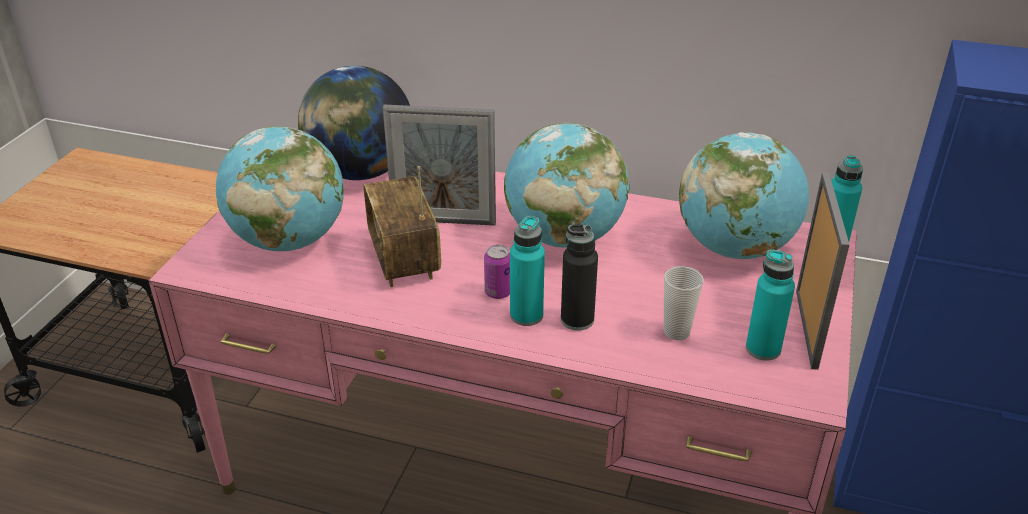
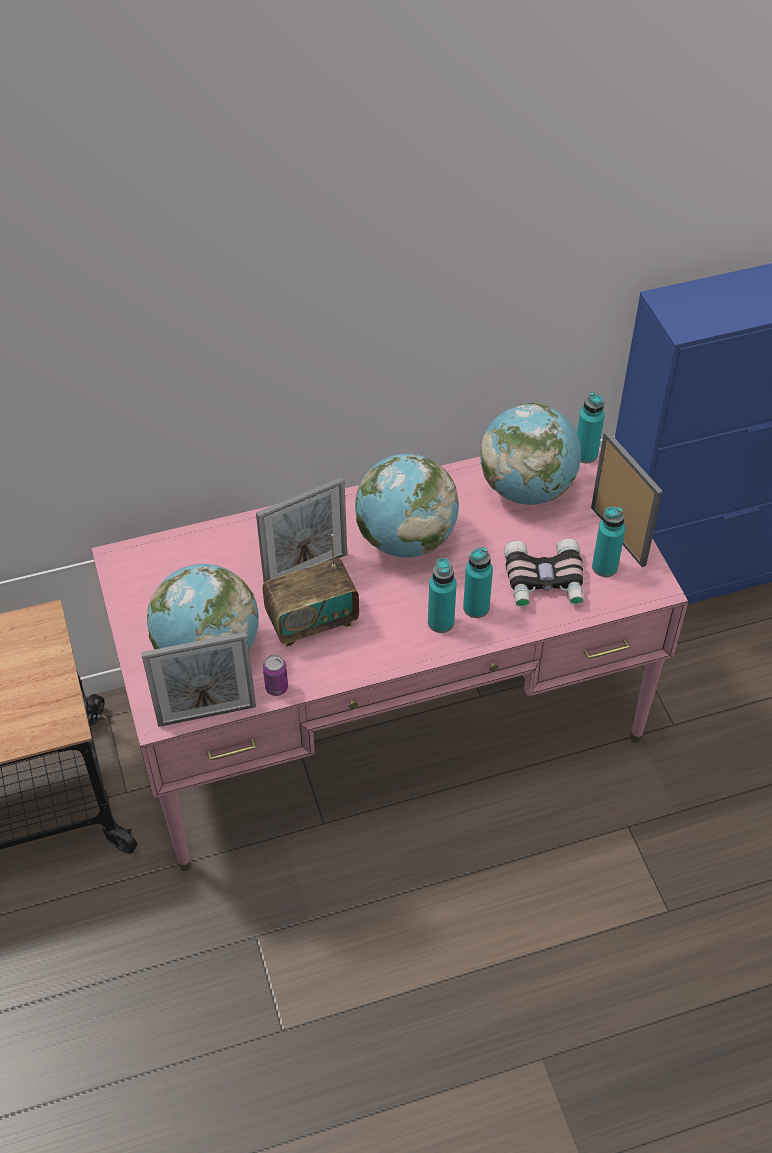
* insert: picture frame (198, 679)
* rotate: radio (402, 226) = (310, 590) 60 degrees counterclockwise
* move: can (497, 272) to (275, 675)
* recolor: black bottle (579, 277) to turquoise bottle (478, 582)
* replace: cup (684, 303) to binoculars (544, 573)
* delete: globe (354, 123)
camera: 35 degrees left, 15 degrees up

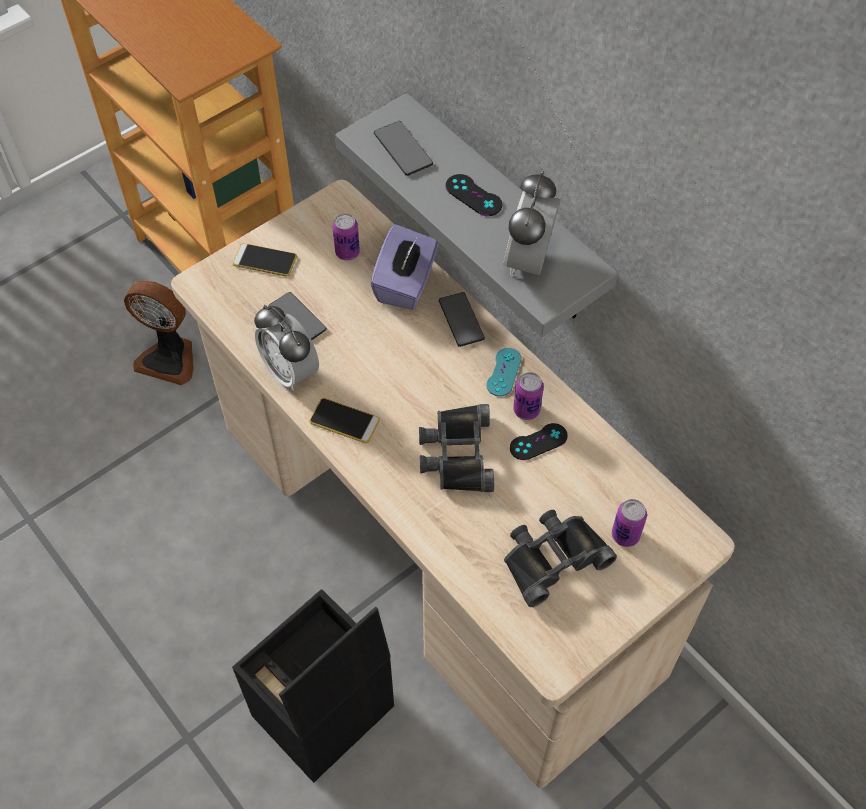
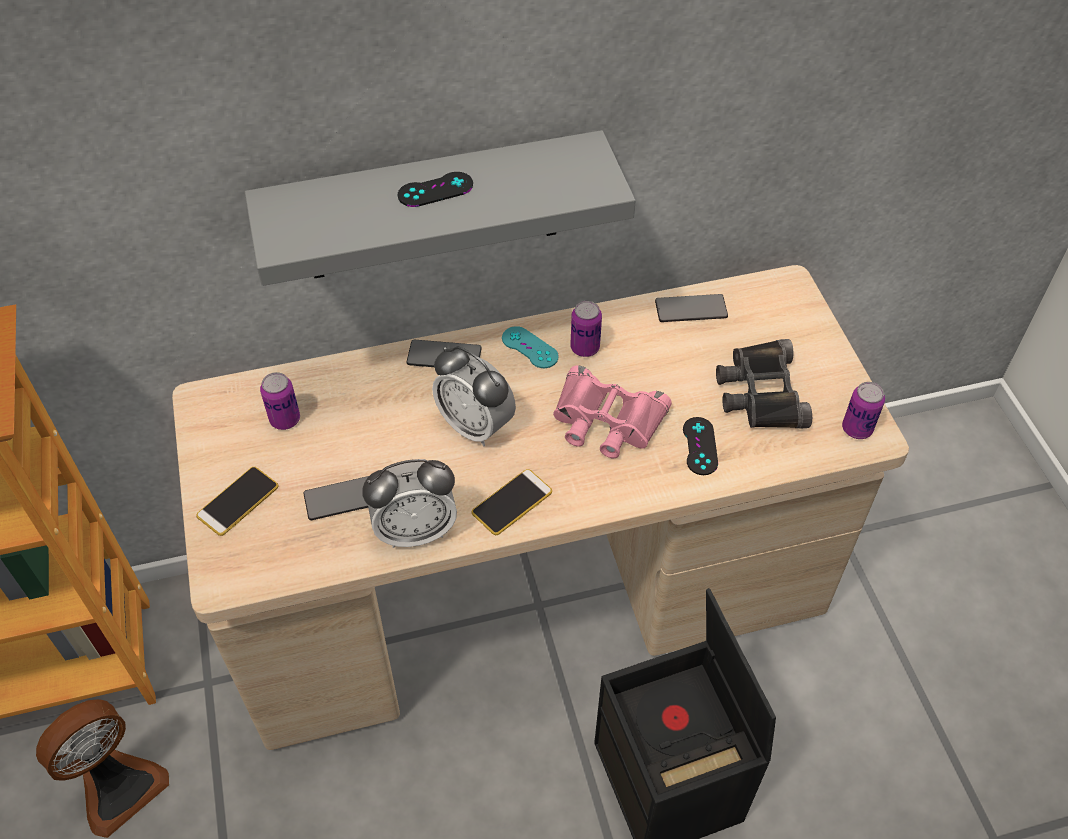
* move: alarm clock (531, 223) to (474, 396)
* recolor: black binoculars (456, 448) to pink binoculars (612, 411)
* move: phone (403, 148) to (691, 308)
* move: black game controller (539, 441) to (700, 446)
* move: can (629, 523) to (863, 410)
* delete: purple tissue box (404, 267)
camera: 65 degrees left, 5 degrees down

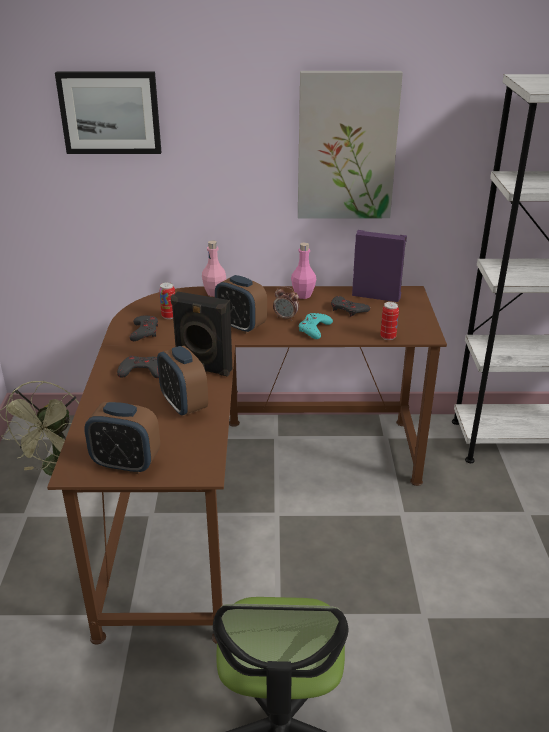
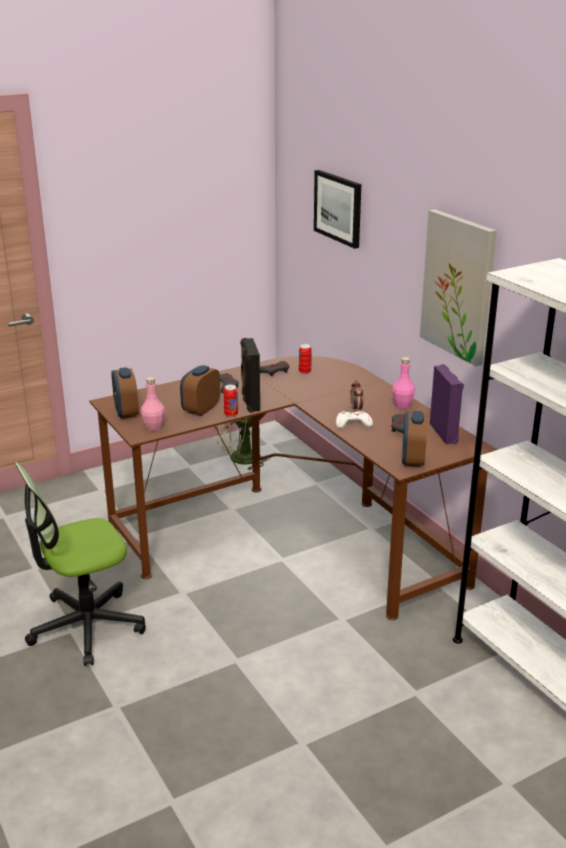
* move: pink bottle (214, 269) to (152, 404)
* move: can (389, 321) to (231, 401)
* recolor: turquoise game controller (316, 326) to white game controller (354, 419)
* move: alarm clock (241, 304) to (414, 439)
camera: 60 degrees right, 5 degrees down

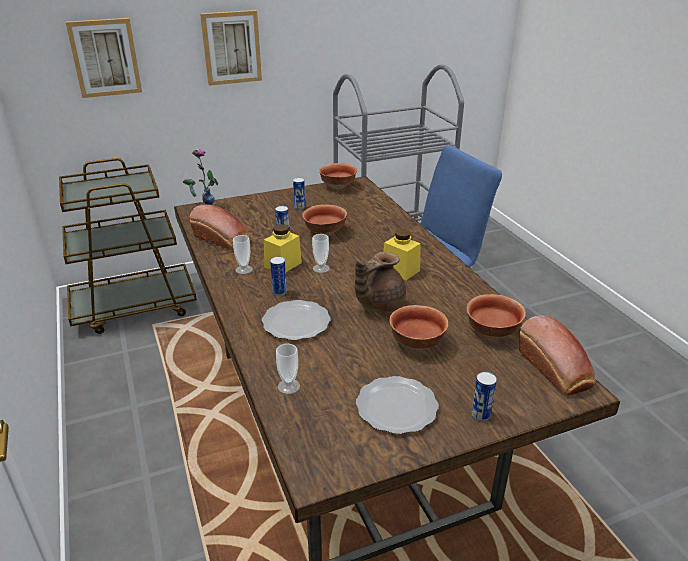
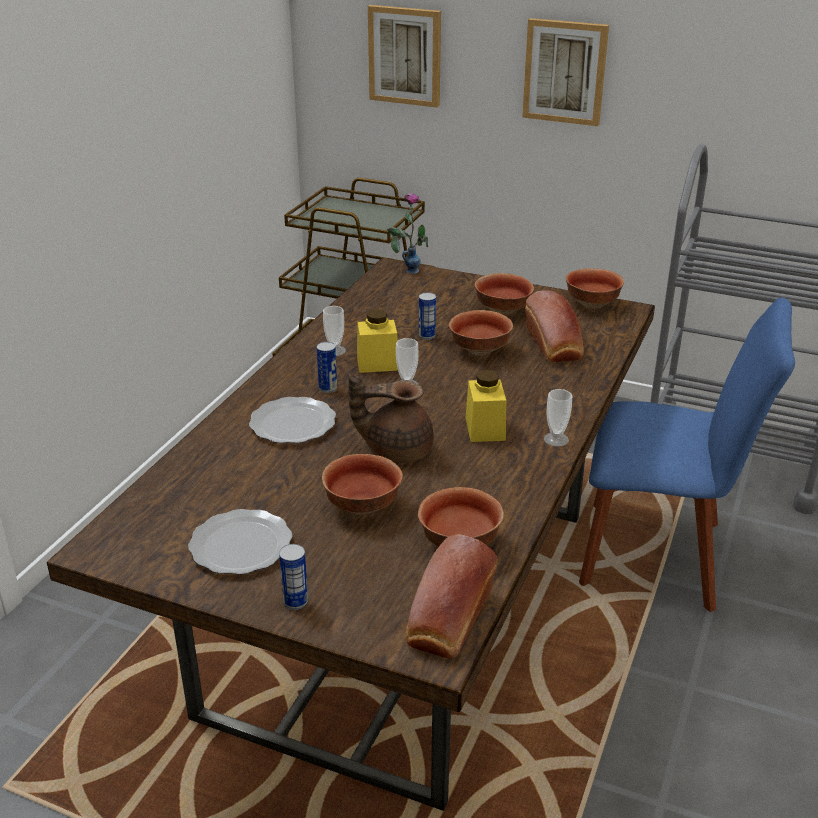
* replace: can (299, 193) to bowl (504, 294)
* move: bread (220, 227) to (554, 326)
* move: cup (288, 369) to (558, 418)
camera: 45 degrees right, 0 degrees up

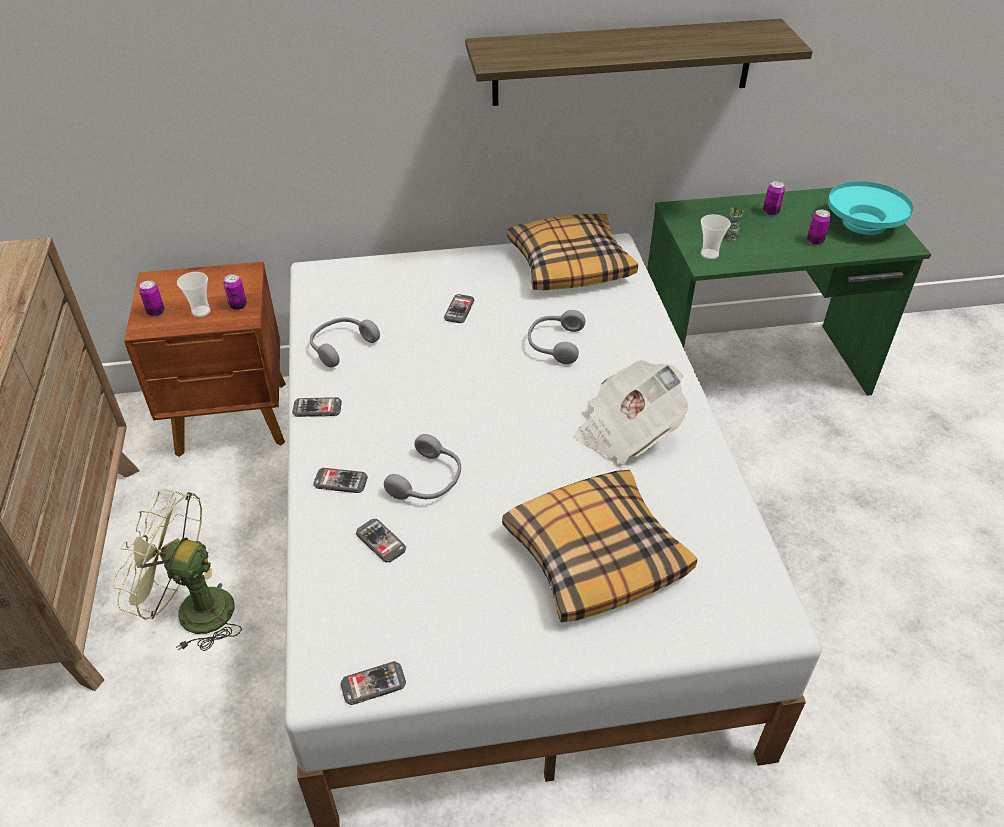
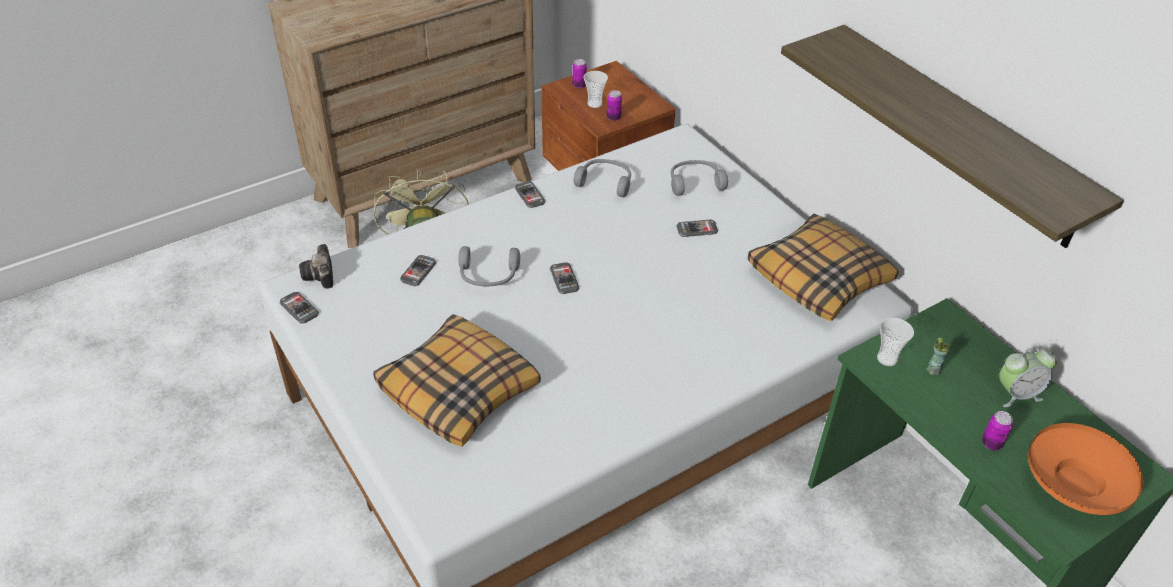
* insert: photo camera (316, 266)
* move: phone (340, 480) to (564, 278)
* move: grey headphones (556, 337) to (699, 178)
* replace: can (774, 198) to alarm clock (1028, 376)
* recolor: turquoise bowl (870, 208) to orange bowl (1085, 469)
* delete: newspaper (631, 412)
camera: 65 degrees right, 0 degrees up

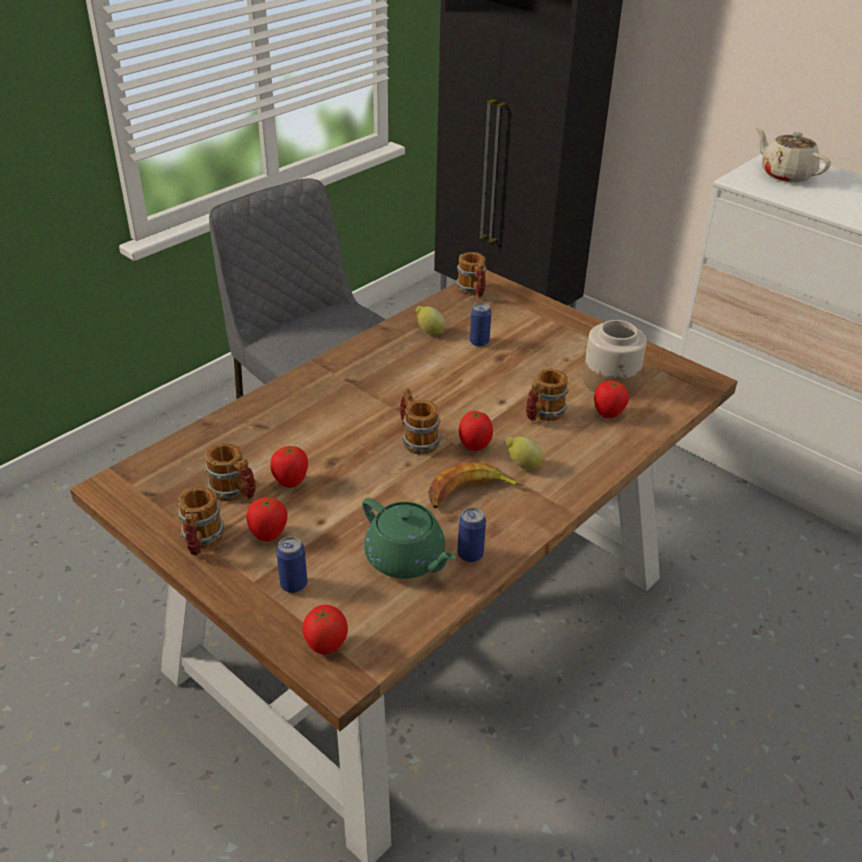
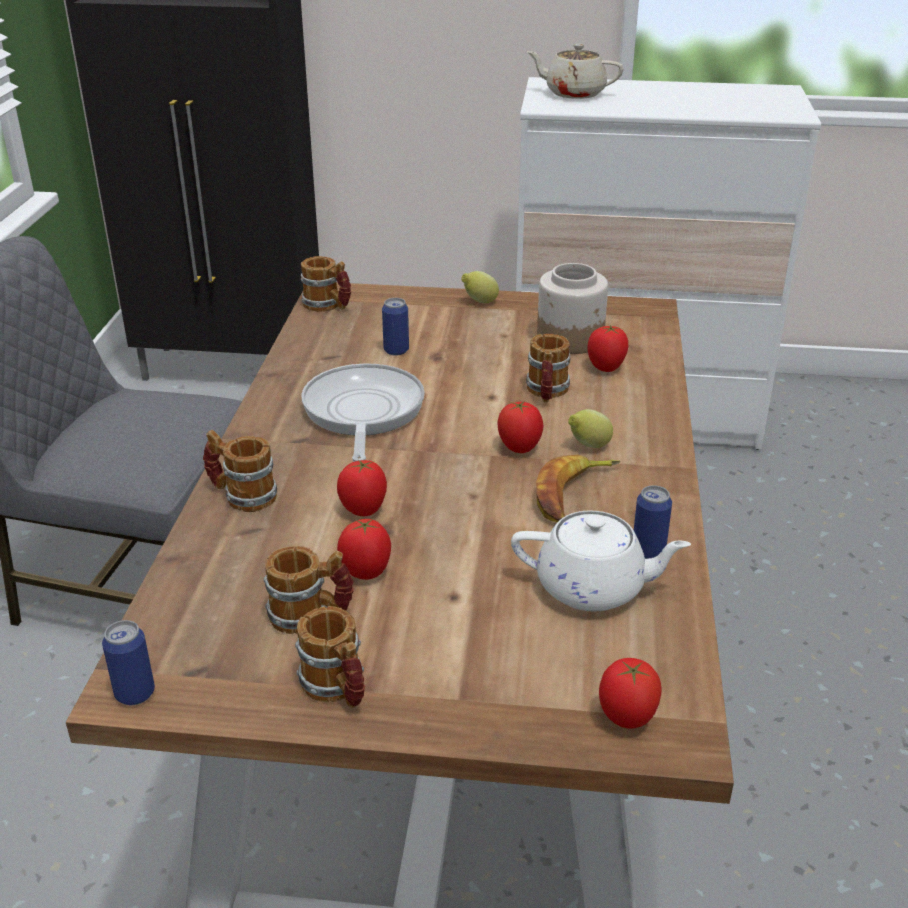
* move: can (291, 564) to (128, 662)
* move: mug (420, 421) to (240, 471)
* insert: frying pan (363, 413)
* move: tomato (267, 519) to (362, 488)
* move: lemon (430, 320) to (480, 287)
* recolor: green teapot (409, 538) to white teapot (601, 560)
camera: 35 degrees left, 5 degrees down

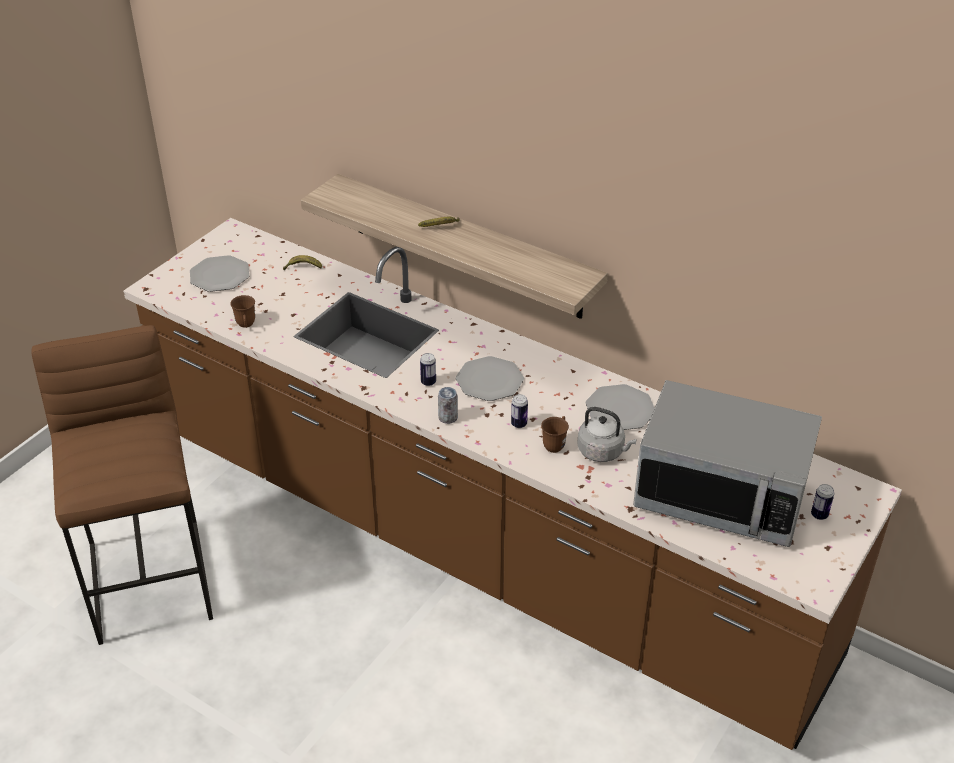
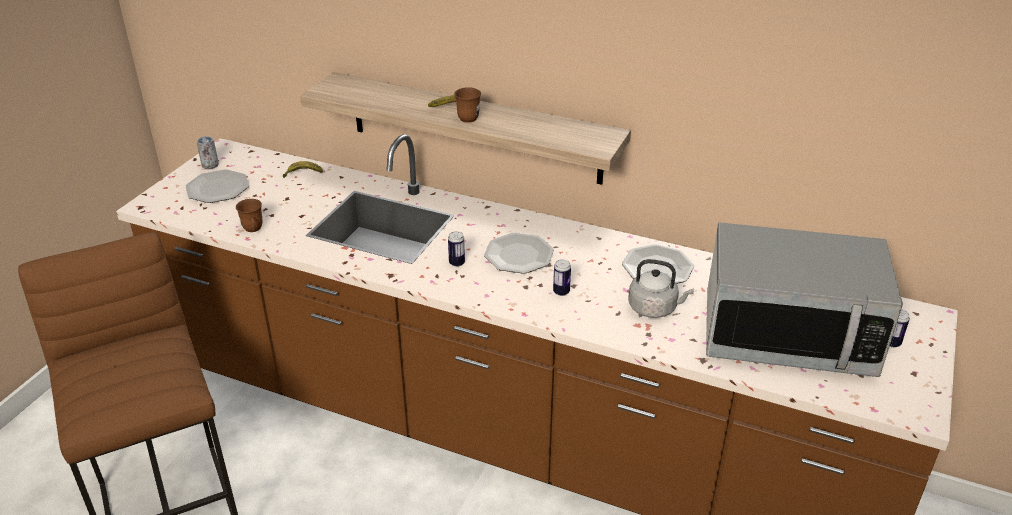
* move: can (448, 405) to (208, 152)
* move: brown mug (555, 434) to (467, 105)
camera: 10 degrees left, 5 degrees down

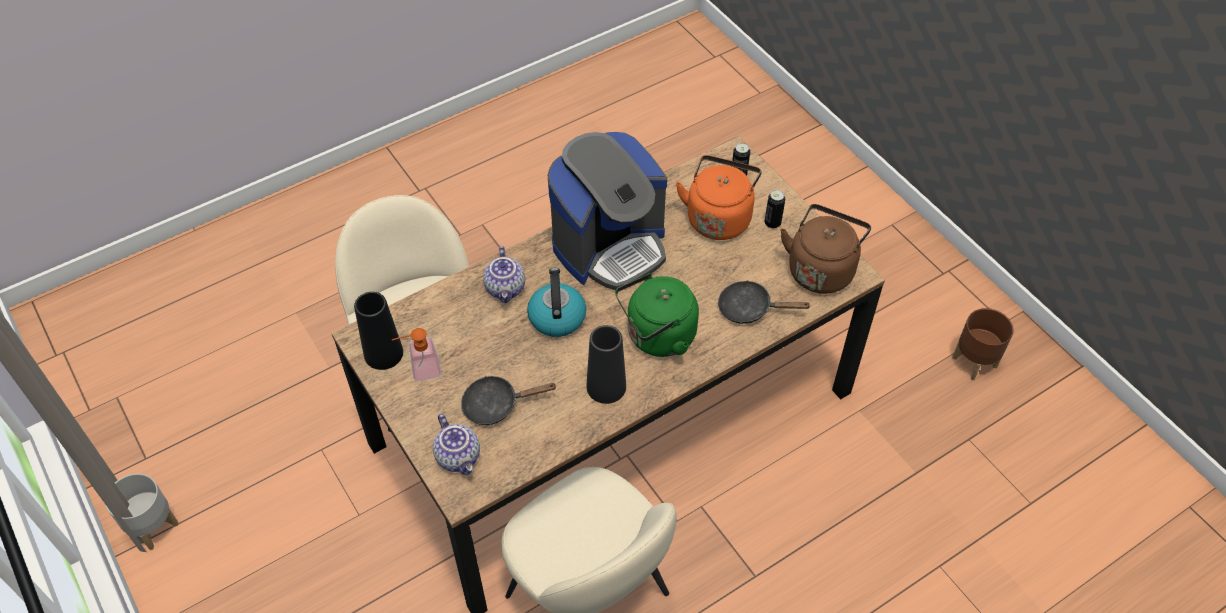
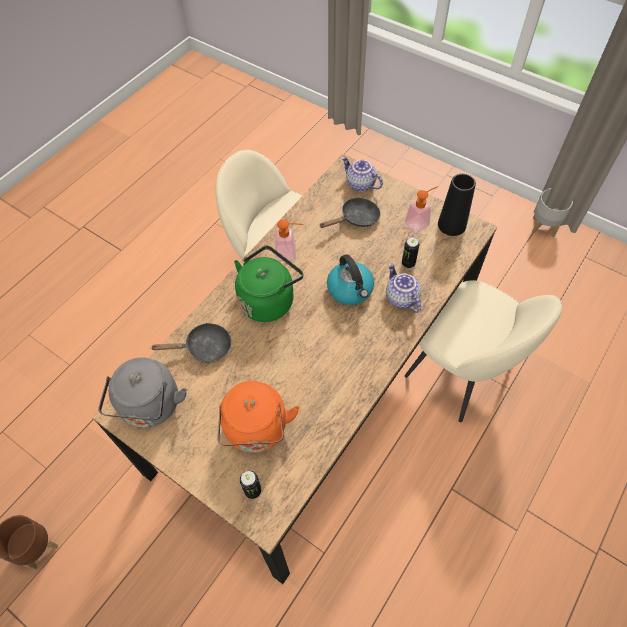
* recolor: brown kettle (825, 249) to grey kettle (142, 392)
* replace: black vase (606, 364) to soap dispenser (289, 239)
* move: can (775, 209) to (410, 252)
* delete: coffee machine (607, 211)
camera: 160 degrees right, 5 degrees up

